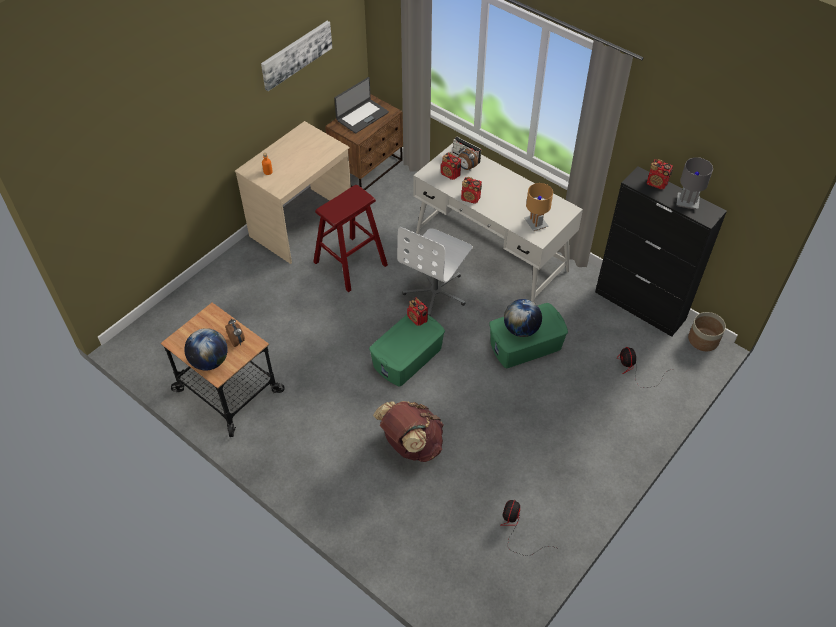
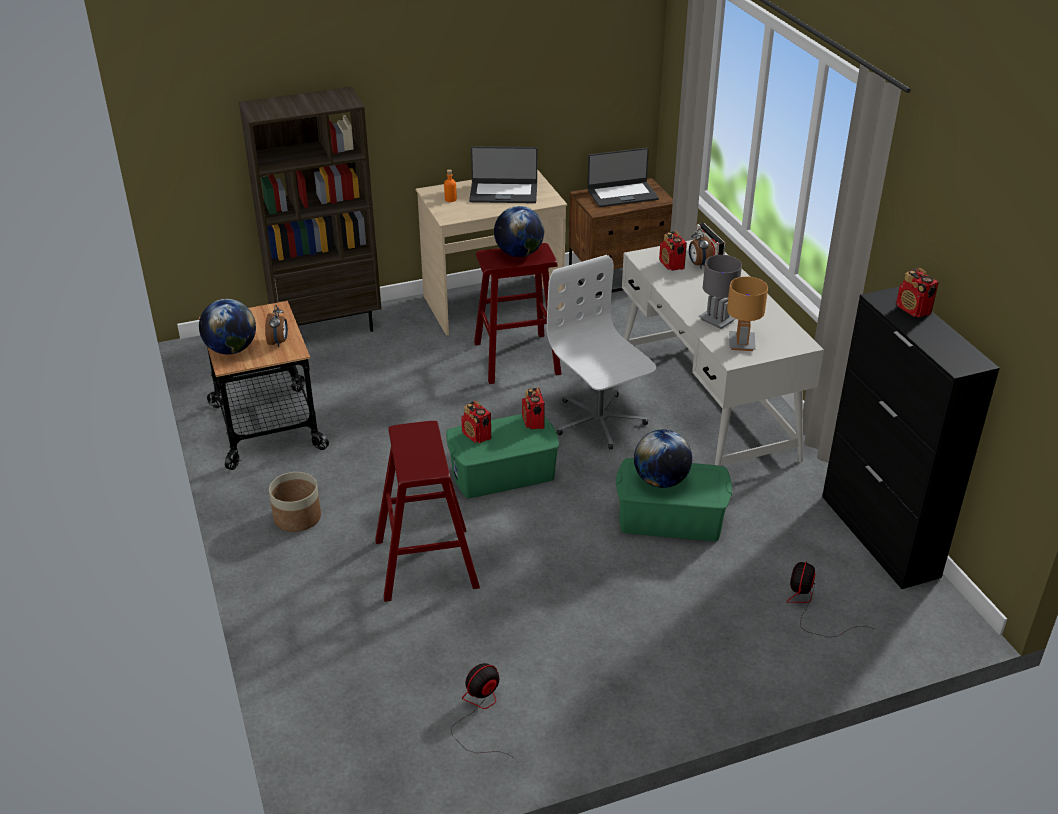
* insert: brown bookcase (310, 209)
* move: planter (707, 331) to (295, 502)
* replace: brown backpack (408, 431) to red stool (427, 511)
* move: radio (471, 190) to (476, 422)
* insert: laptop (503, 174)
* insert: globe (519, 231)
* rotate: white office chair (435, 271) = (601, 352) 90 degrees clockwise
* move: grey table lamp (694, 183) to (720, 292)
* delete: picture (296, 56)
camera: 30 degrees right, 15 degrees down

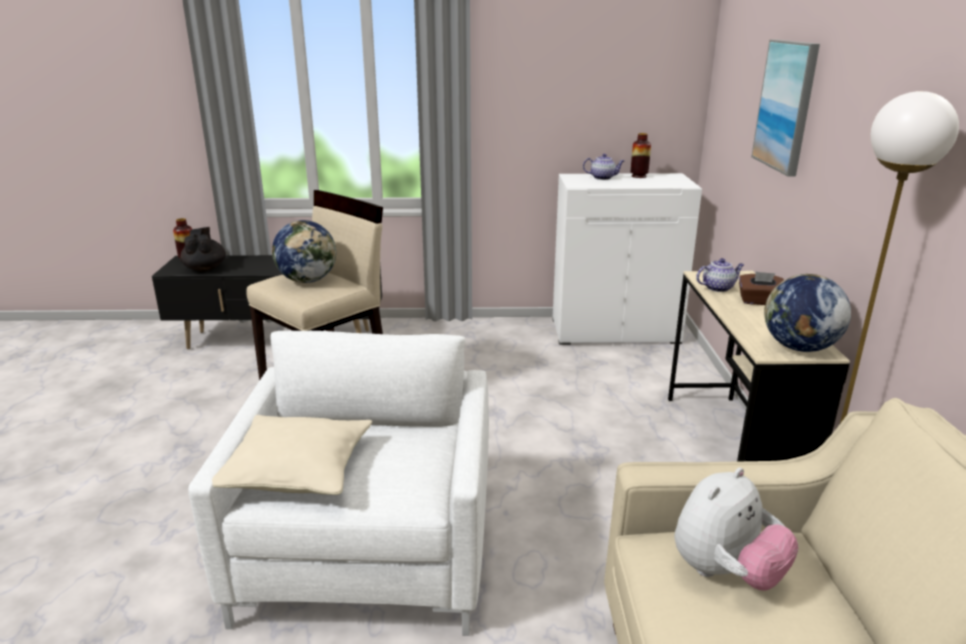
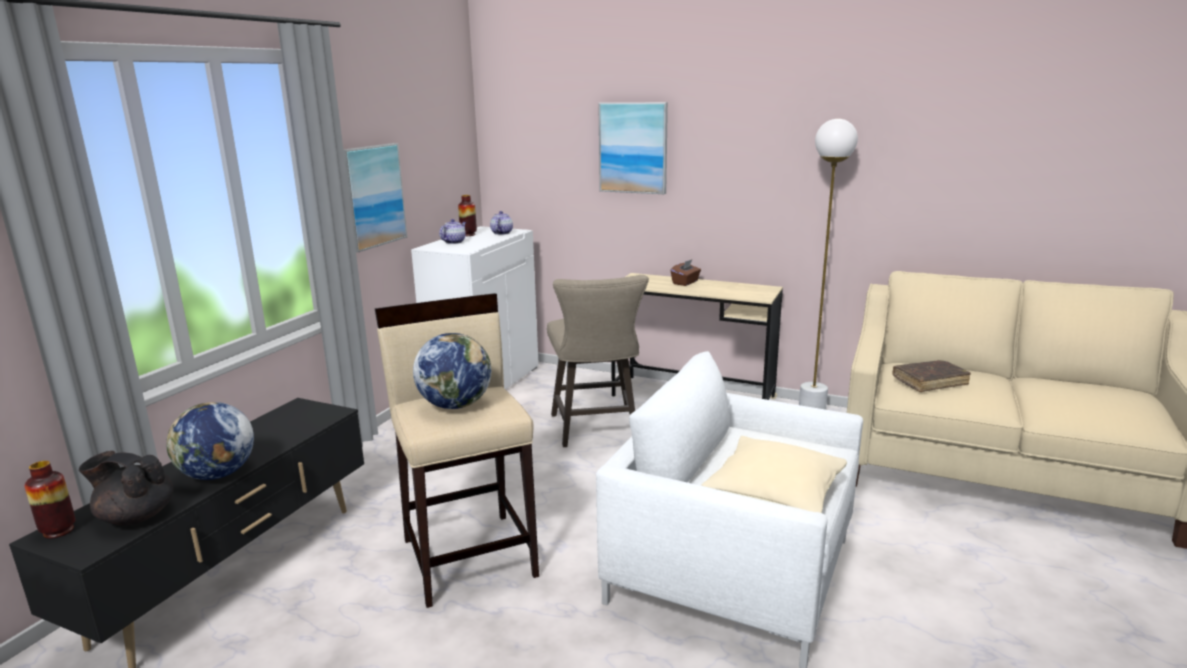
* move: globe (807, 313) to (210, 441)
* insert: picture (375, 198)
* move: teapot (720, 275) to (501, 223)
* insert: beige stool (598, 361)
* replace: plush toy (736, 529) to brown book (931, 376)
camera: 65 degrees left, 5 degrees down

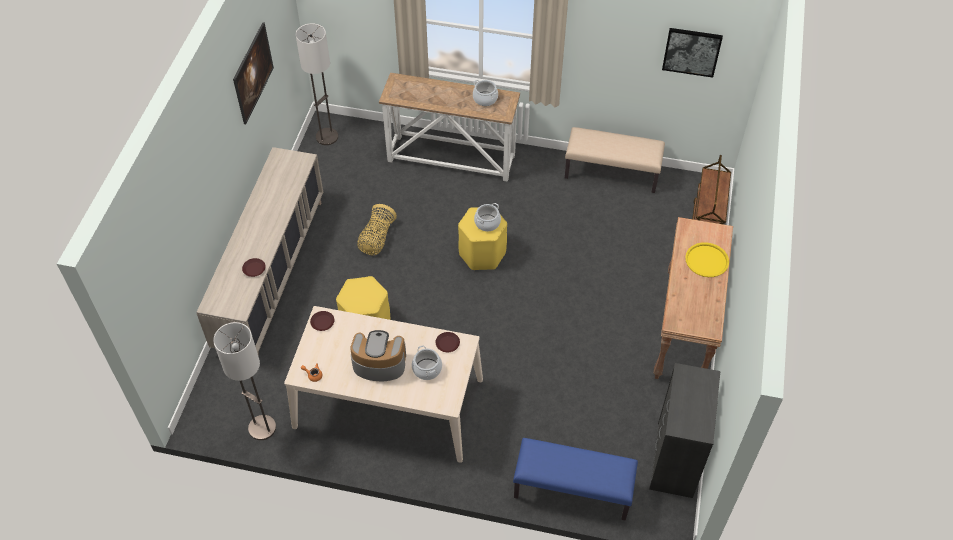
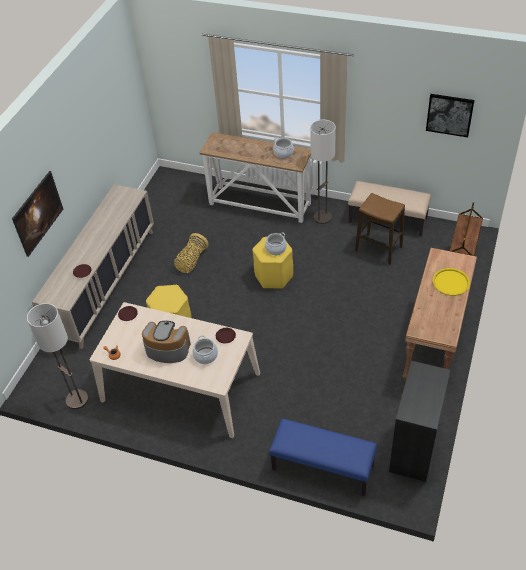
* move: picture (253, 73) to (37, 214)
* move: floor lamp (316, 84) to (323, 172)
* insert: stool (380, 229)
camera: 10 degrees right, 5 degrees down

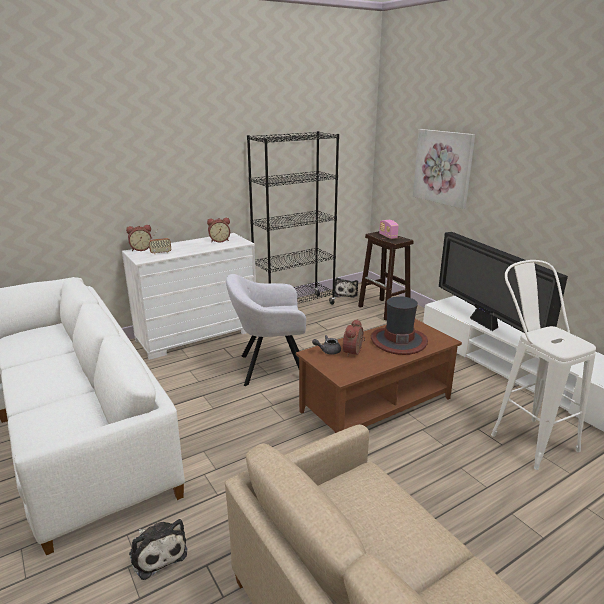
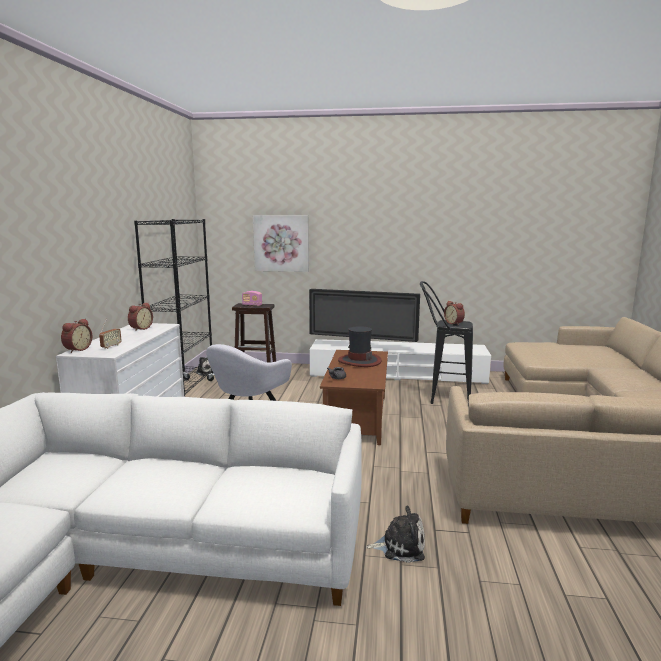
* recolor: white stool (543, 365) to black stool (446, 343)
* move: alarm clock (354, 338) to (454, 312)
camera: 50 degrees left, 10 degrees down

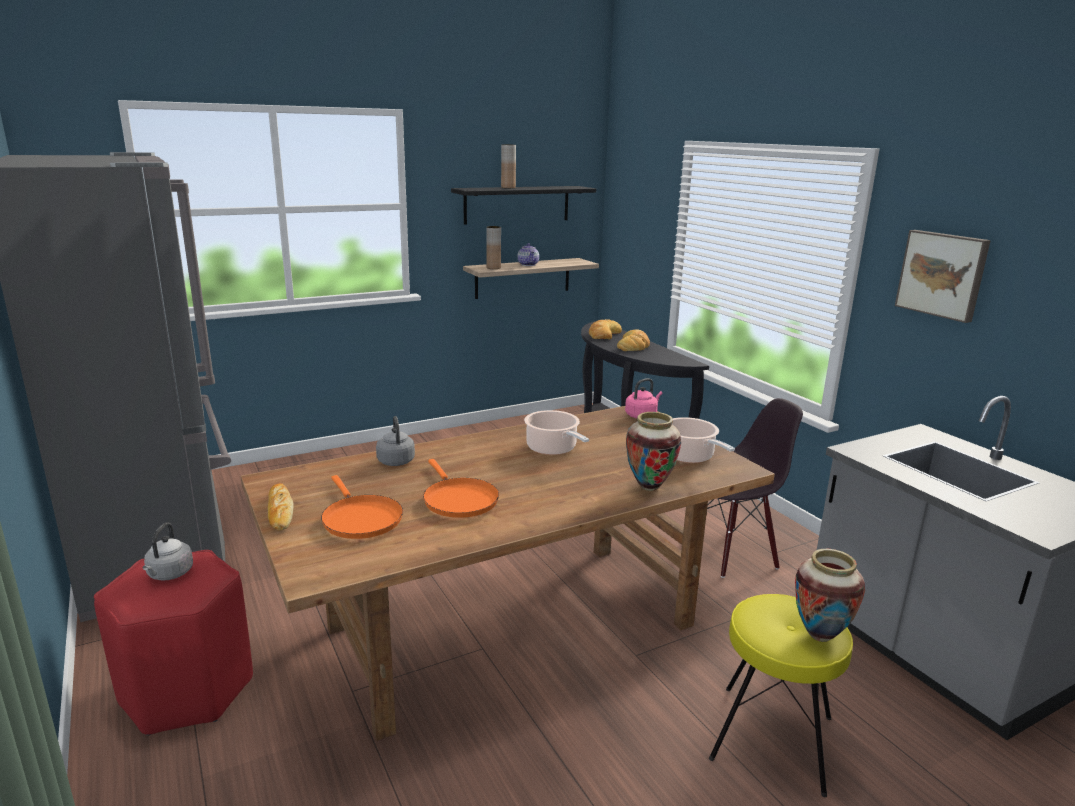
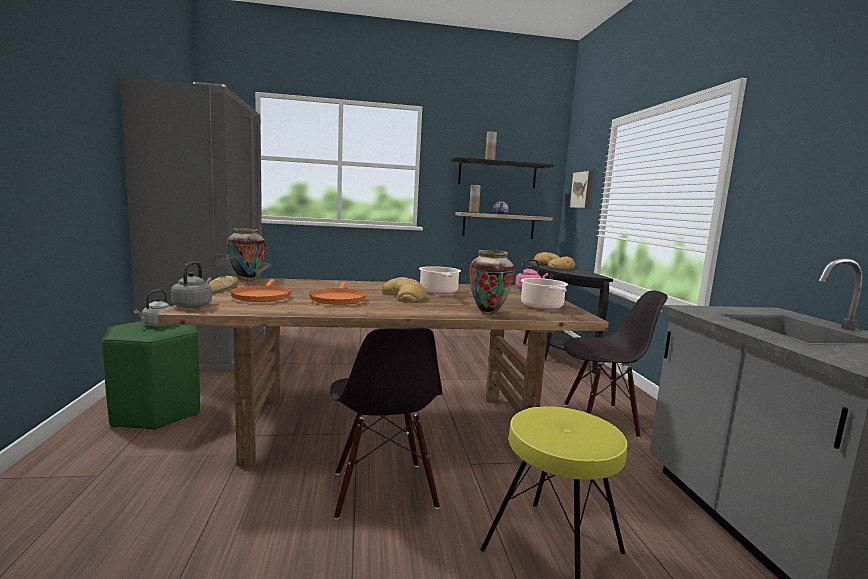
* recolor: red stool (173, 643) to green stool (151, 376)
* move: grey kettle (395, 441) to (191, 285)
* move: vase (830, 595) to (246, 254)
* insert: black chair (386, 423)
* insert: bread (404, 289)
* move: picture (943, 276) to (581, 189)
camera: 20 degrees right, 10 degrees down

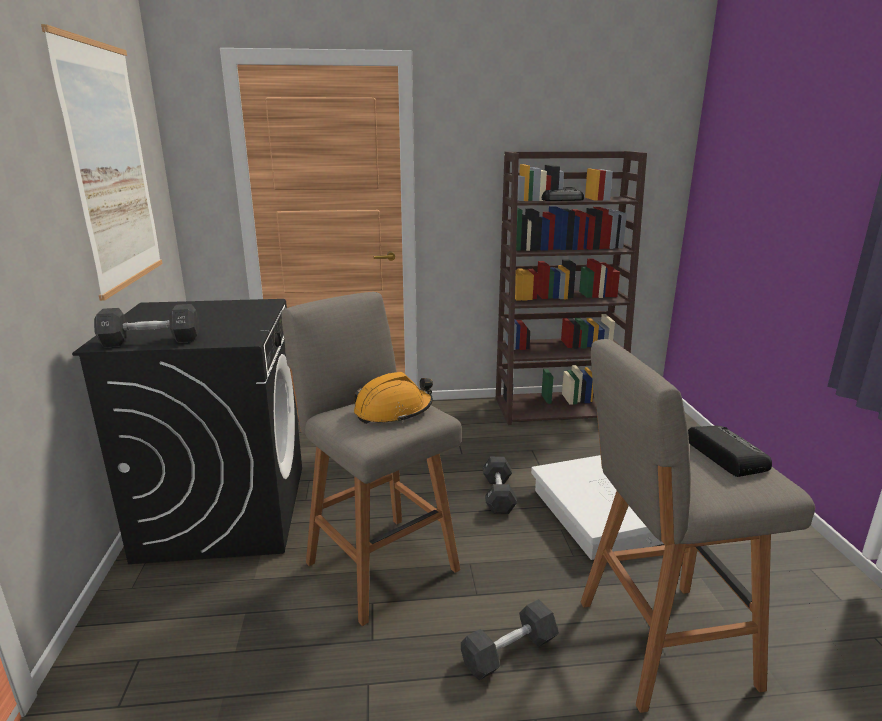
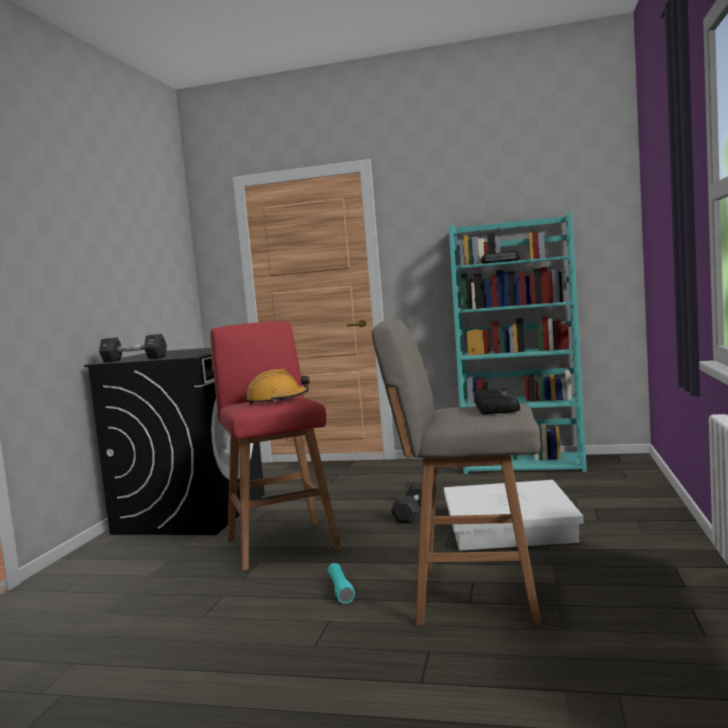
* recolor: grey stool (372, 459) to red stool (276, 446)
* replace: black dumbbell (510, 639) to turquoise flashlight (341, 583)
* recolor: brown bookcase (571, 288) to turquoise bookcase (518, 343)
* delete: picture (101, 162)
camera: 20 degrees right, 15 degrees down

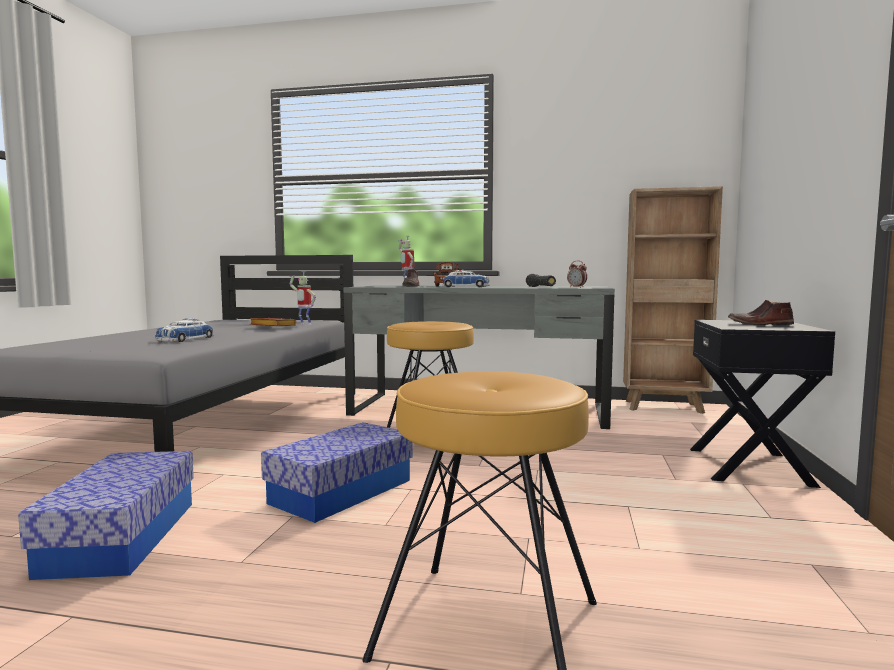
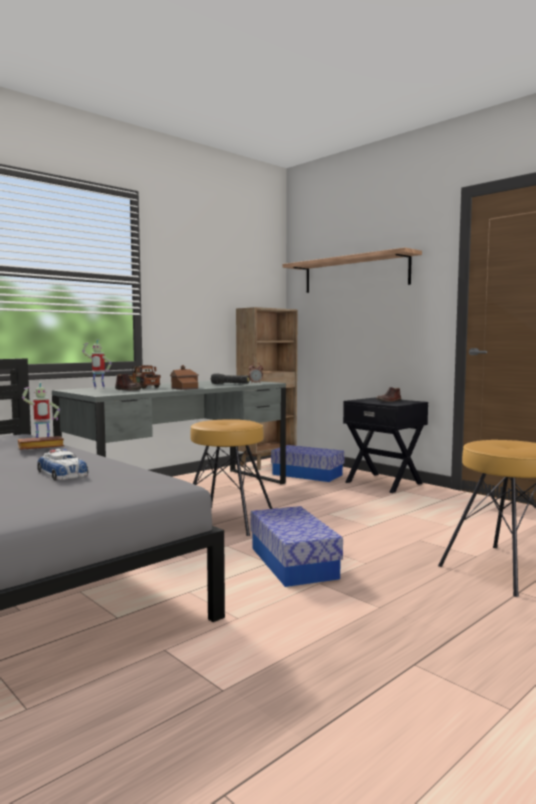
* replace: toy car (466, 278) to toy house (184, 377)
* move: storage box (106, 515) to (308, 463)
* insert: shelf (352, 270)
camera: 55 degrees left, 0 degrees up

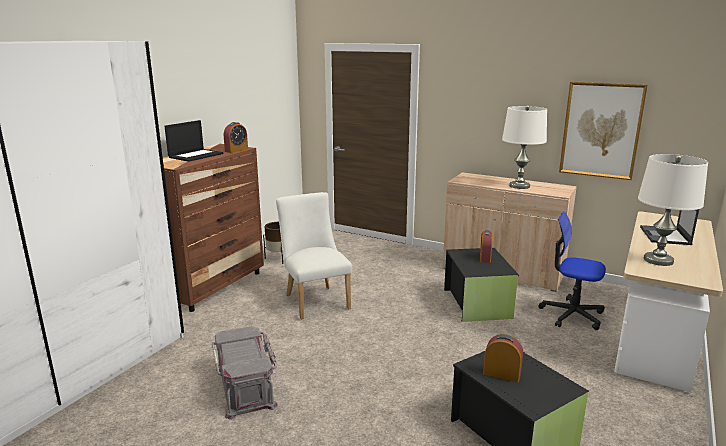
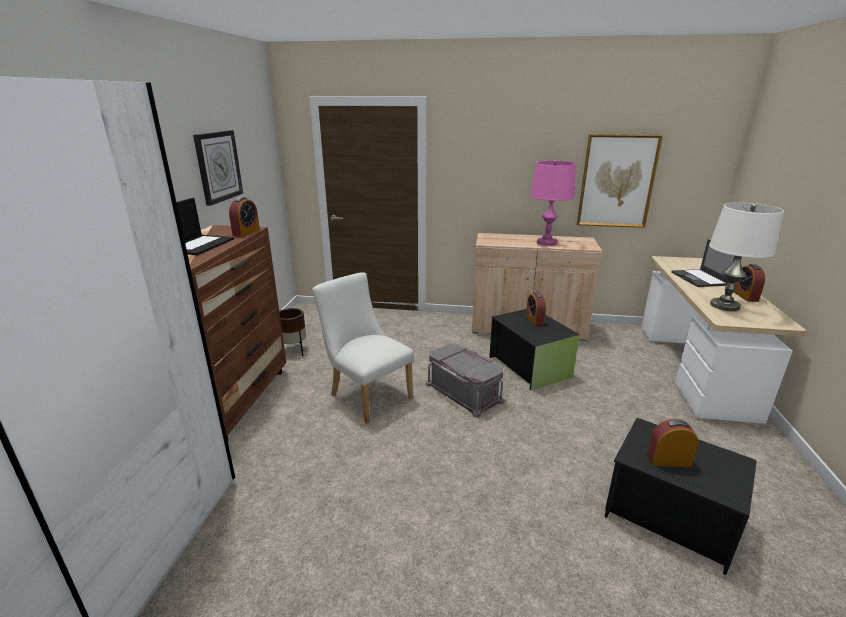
* insert: wall clock (218, 168)
* move: grey storage box (245, 373) to (465, 380)
* recolor: white table lamp (524, 147) to pink table lamp (553, 203)
* insert: alarm clock (749, 283)
* delete: office chair (572, 271)
camera: 20 degrees left, 5 degrees up

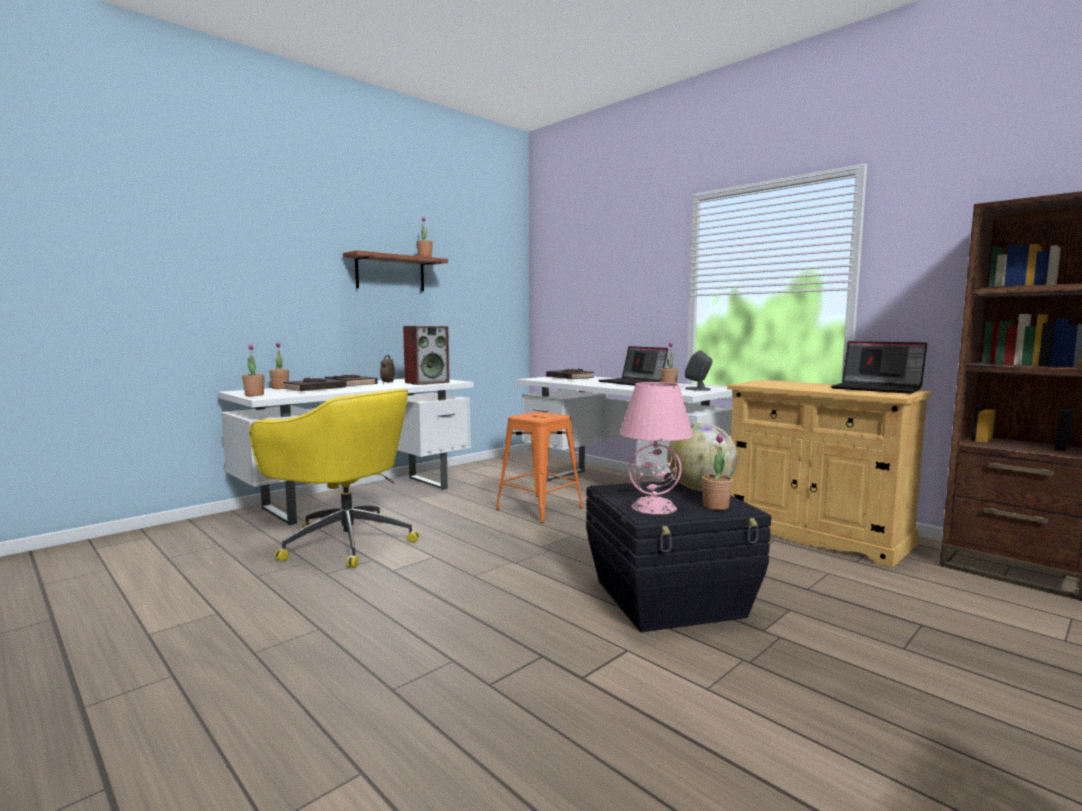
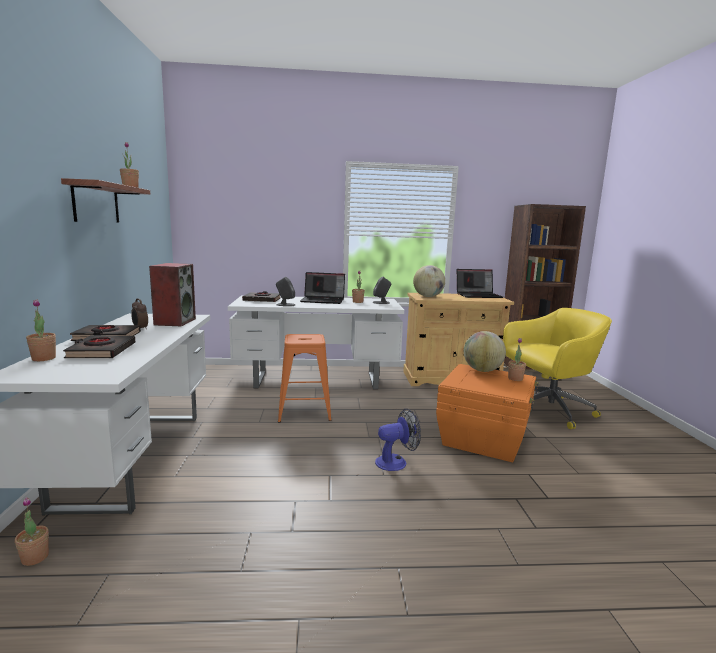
* move: potted plant (253, 370) to (32, 531)
* insert: grey speaker (285, 291)
* insert: fan (398, 440)
* insert: globe (429, 281)
* recolor: black storage box (678, 556) to orange storage box (487, 413)
* move: yellow office chair (334, 478) to (557, 368)
* delete: pink table lamp (656, 448)
camera: 50 degrees left, 5 degrees up

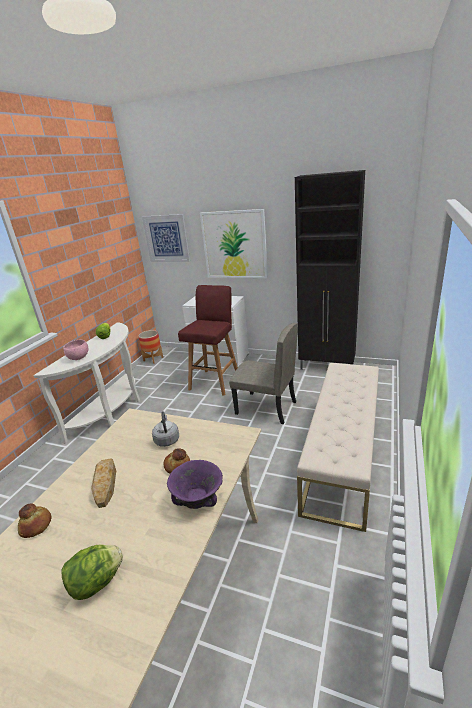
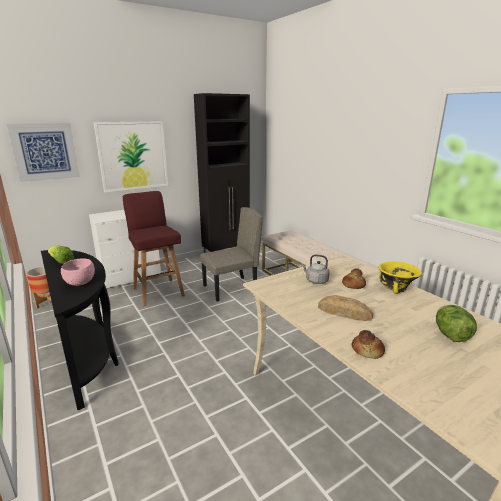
* recolor: white console table (86, 383) to black console table (80, 330)
* recolor: purple bowl (195, 484) to yellow bowl (400, 277)
camera: 55 degrees left, 5 degrees down

